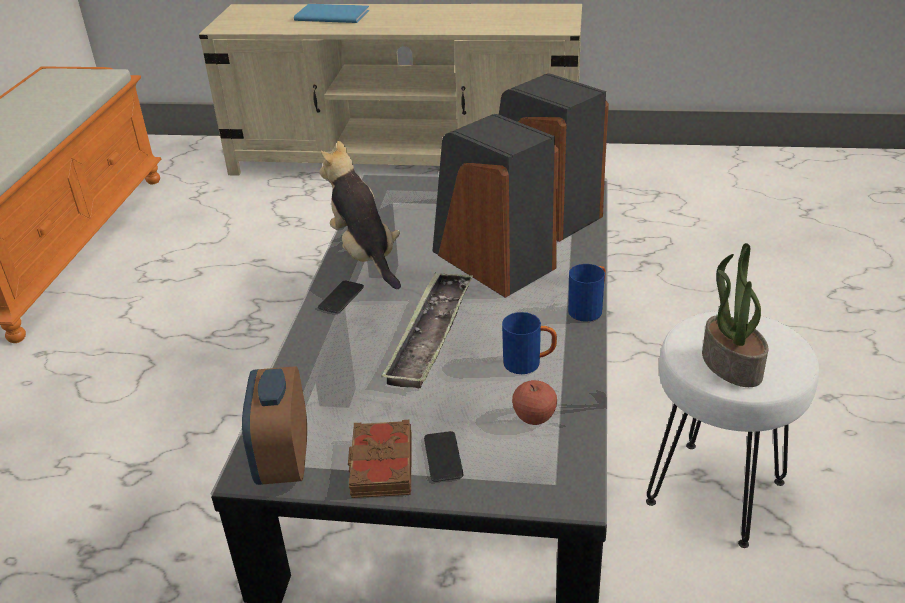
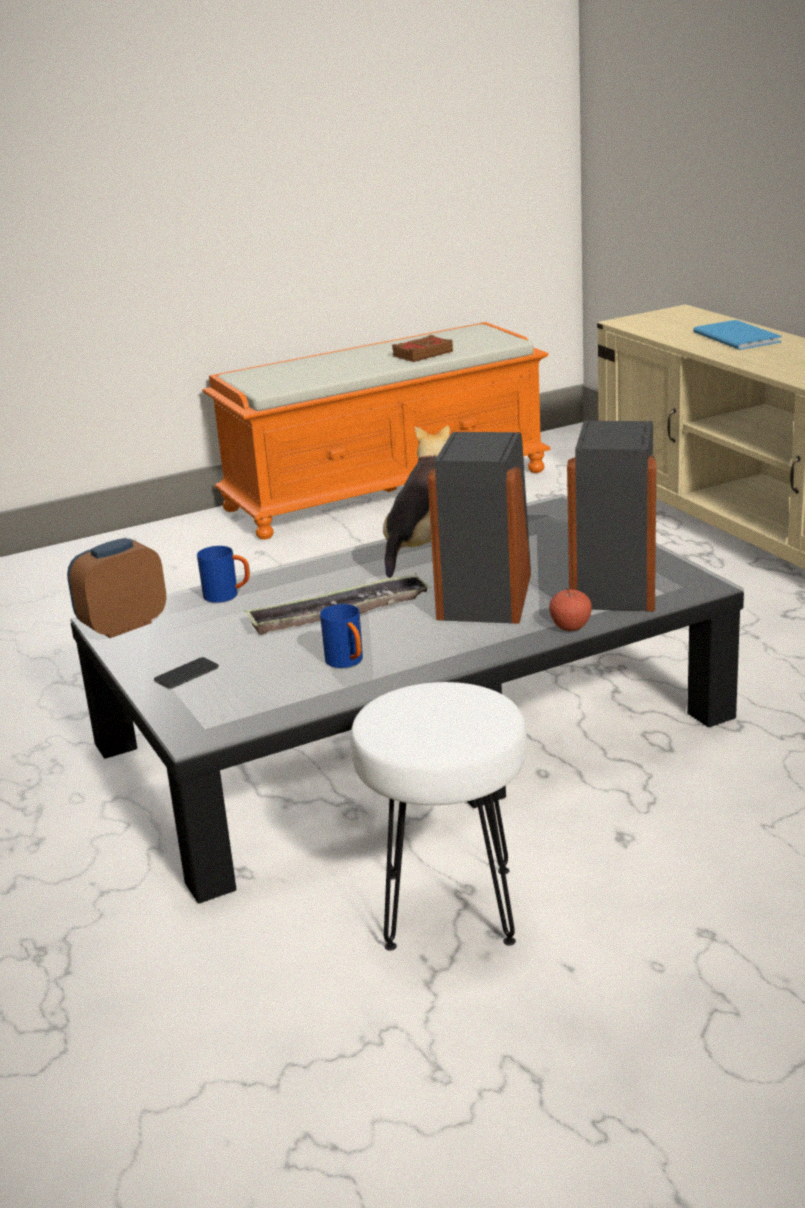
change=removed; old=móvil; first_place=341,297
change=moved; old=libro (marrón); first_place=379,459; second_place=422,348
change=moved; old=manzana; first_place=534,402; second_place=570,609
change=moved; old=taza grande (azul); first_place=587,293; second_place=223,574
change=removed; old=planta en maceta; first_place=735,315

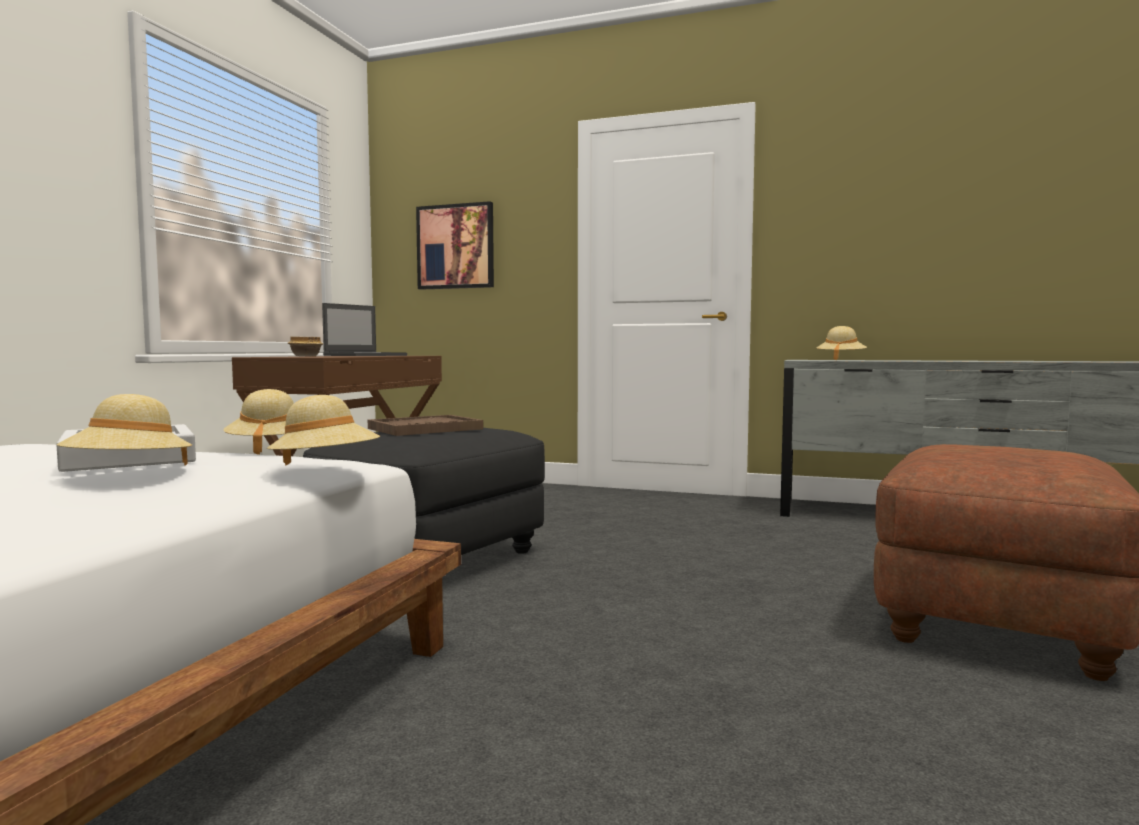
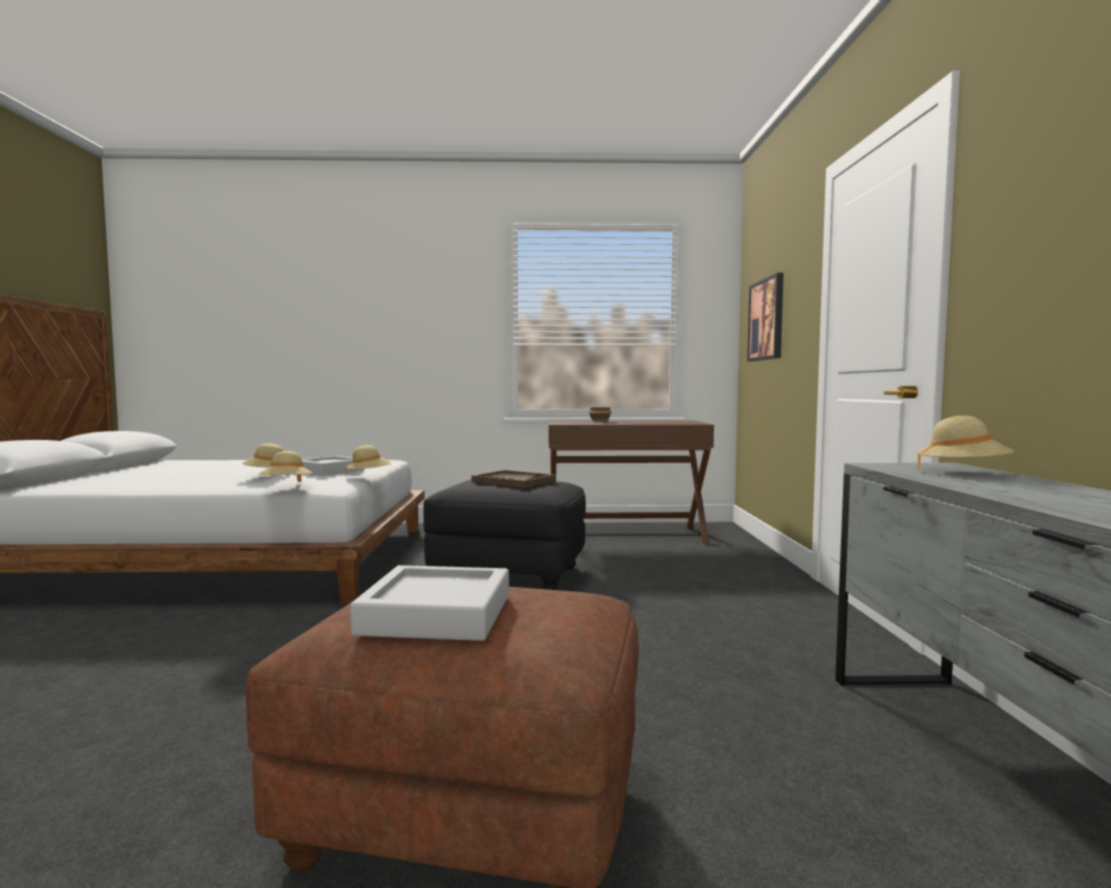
change=removed; old=portátil; first_place=364,329
change=added; new=bandeja (gris); second_place=429,603

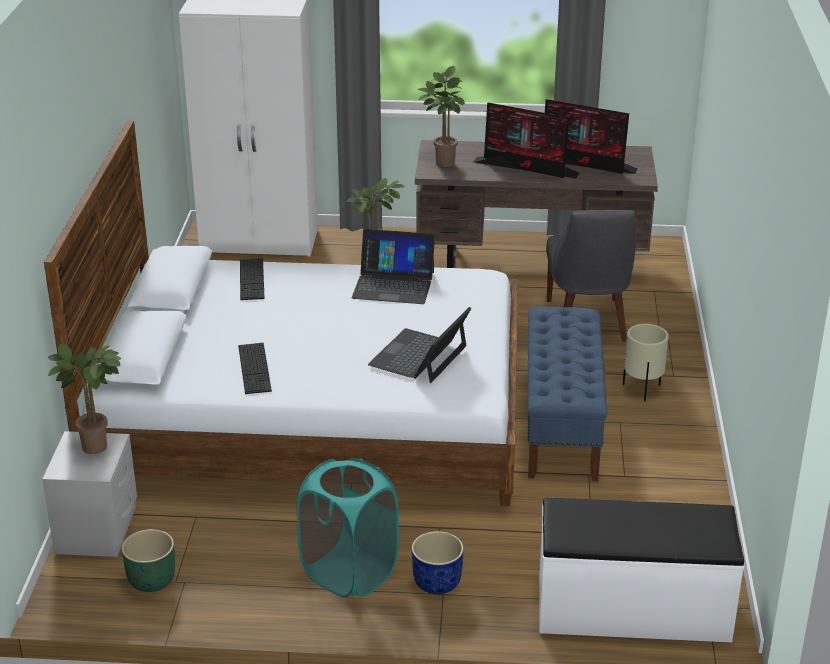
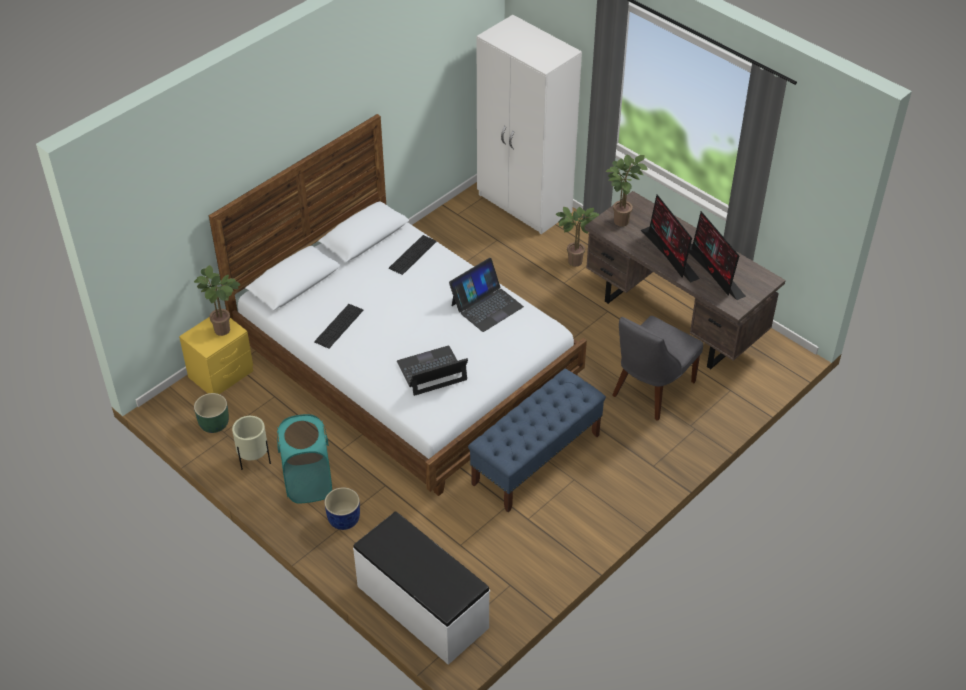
change=recoloured; old=mesita de noche (gris); new=mesita de noche (amarillo); first_place=89,494; second_place=216,355
change=turned; old=portátil; first_place=393,266; second_place=486,295; degrees=-90
change=moved; old=maceta (beis); first_place=646,362; second_place=251,443

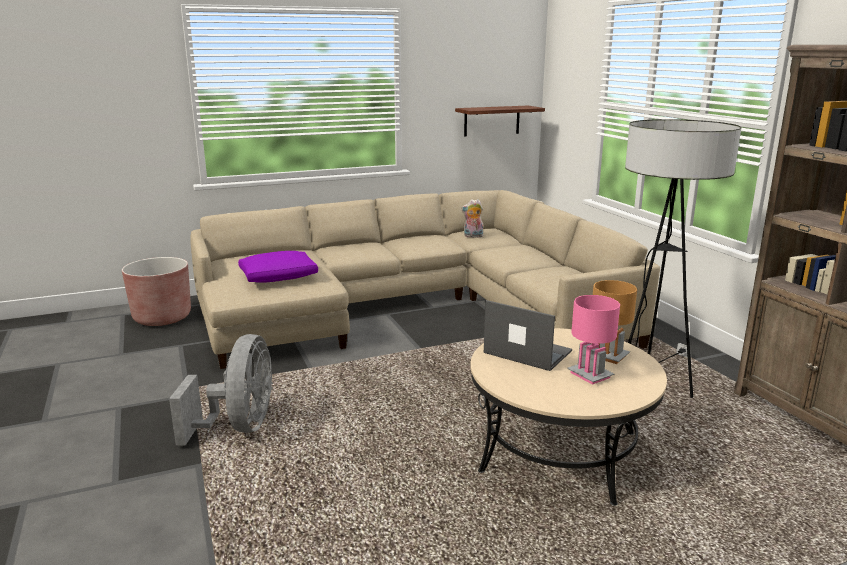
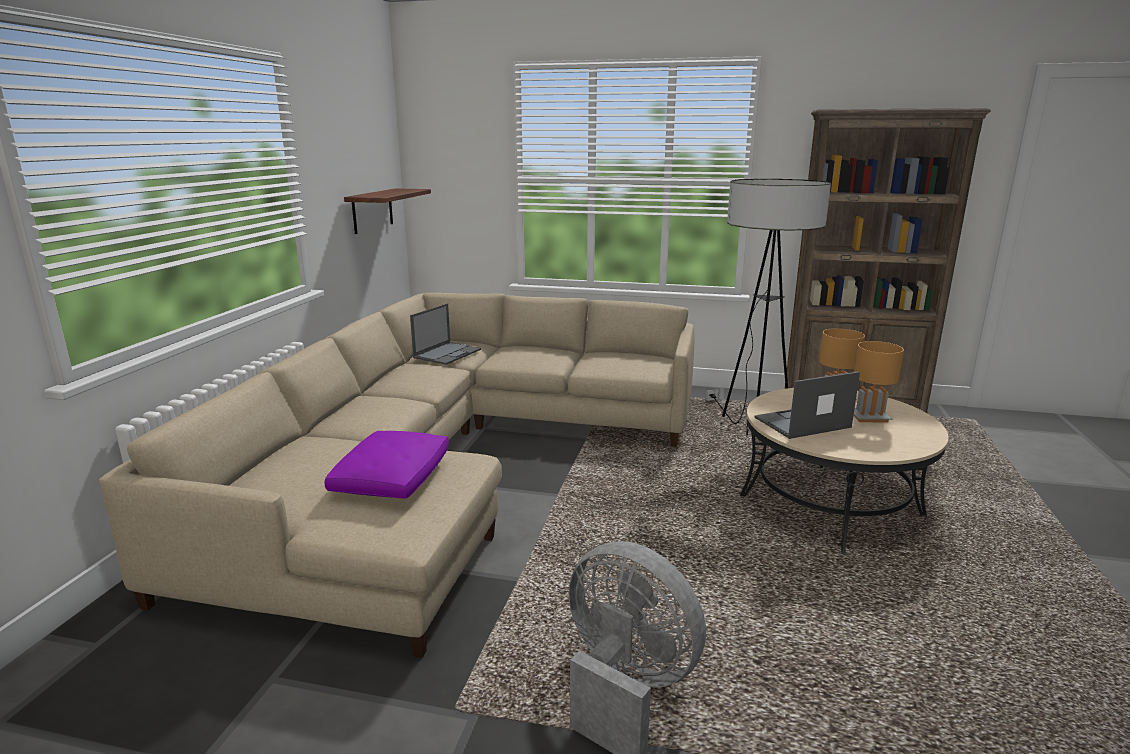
change=removed; old=maceta (marrón); first_place=156,291
change=replaced; old=peluche; new=portátil; first_place=472,218; second_place=445,334
change=recoloured; old=lámpara de mesa (rosa); new=lámpara de mesa (marrón); first_place=593,340; second_place=878,382

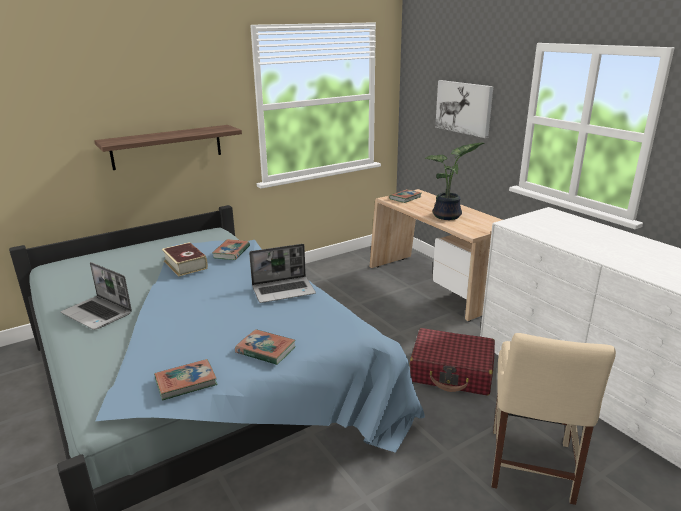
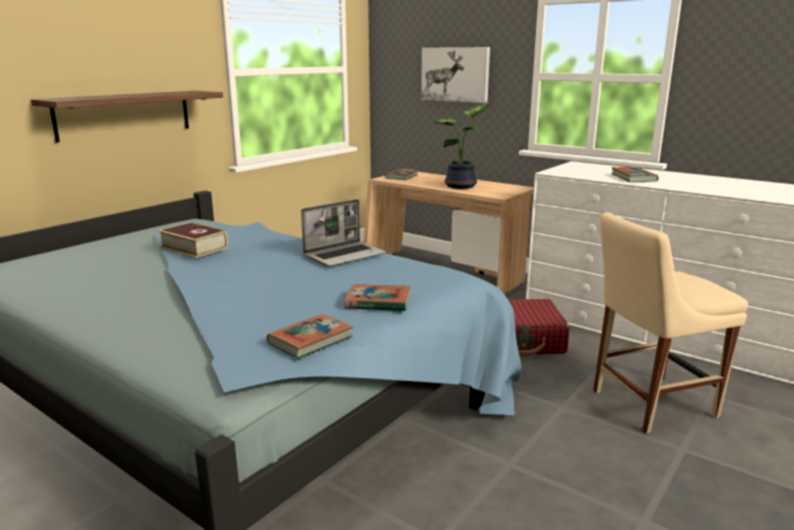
change=removed; old=portátil; first_place=96,296
change=moved; old=libro; first_place=231,249; second_place=635,174
change=turned; old=silla (beis); first_place=553,419; second_place=670,323; degrees=75

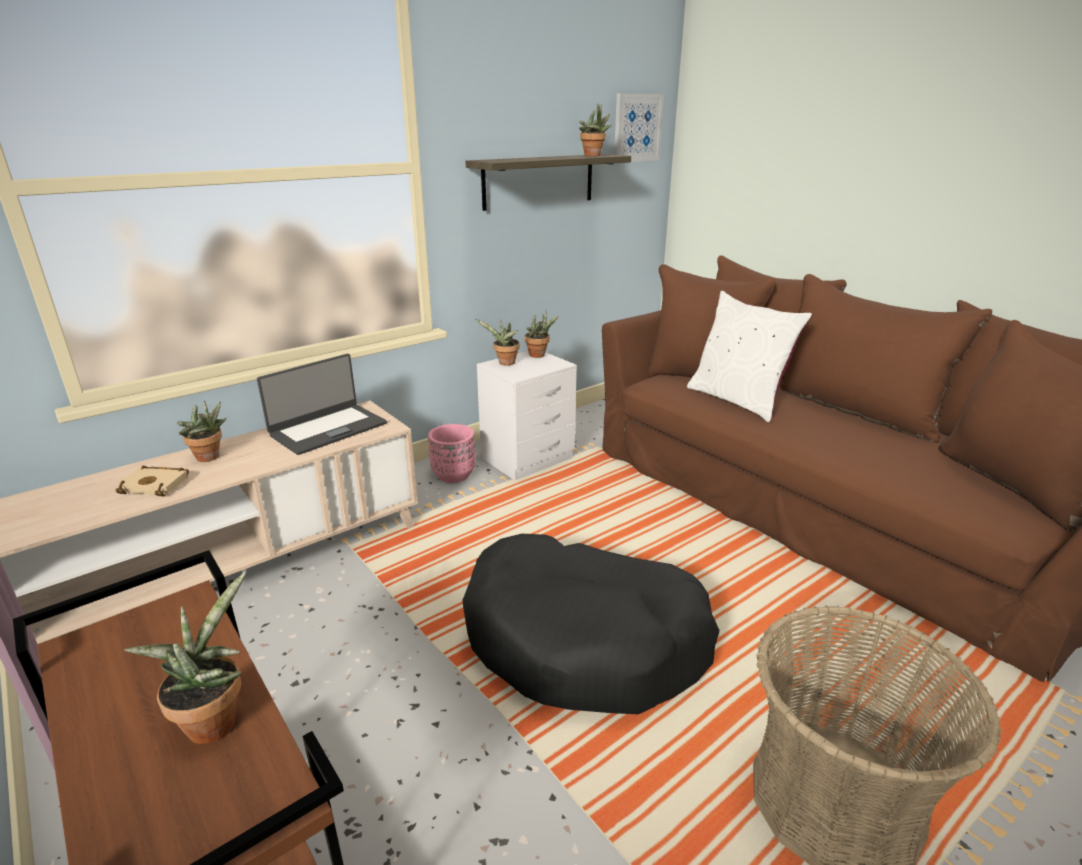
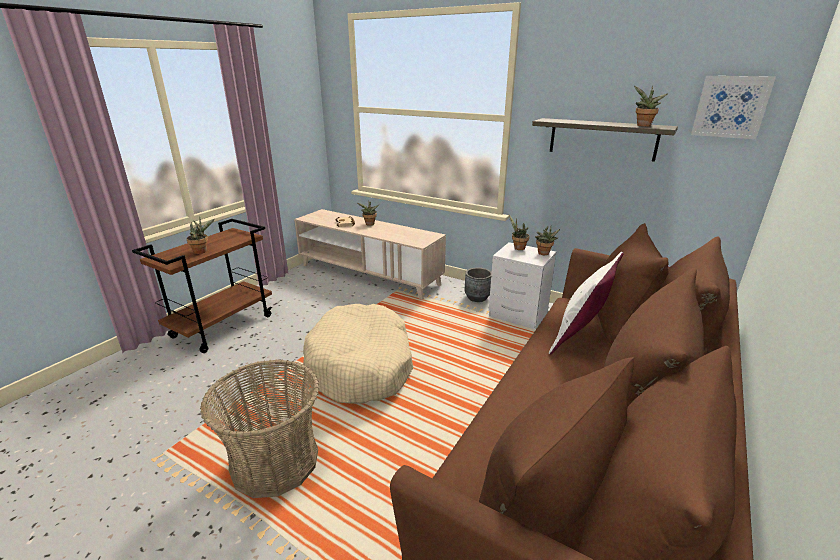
change=removed; old=portátil; first_place=322,404
change=recoloured; old=maceta (rosa); new=maceta (gris); first_place=452,453; second_place=478,285
change=recoloured; old=cama para perro (negro); new=cama para perro (beis); first_place=591,624; second_place=358,354

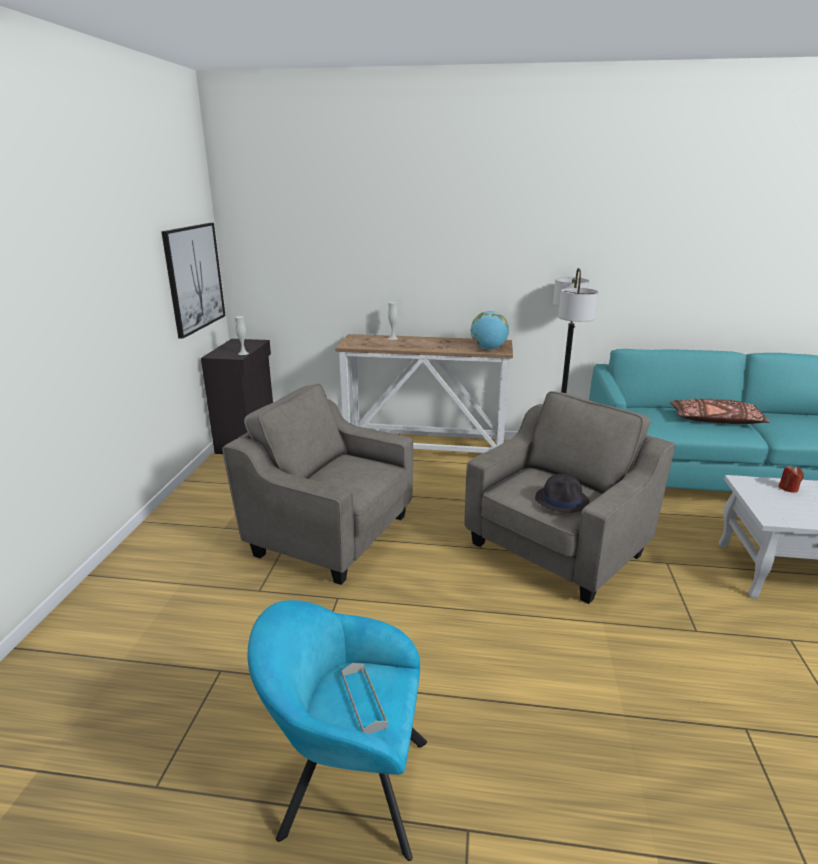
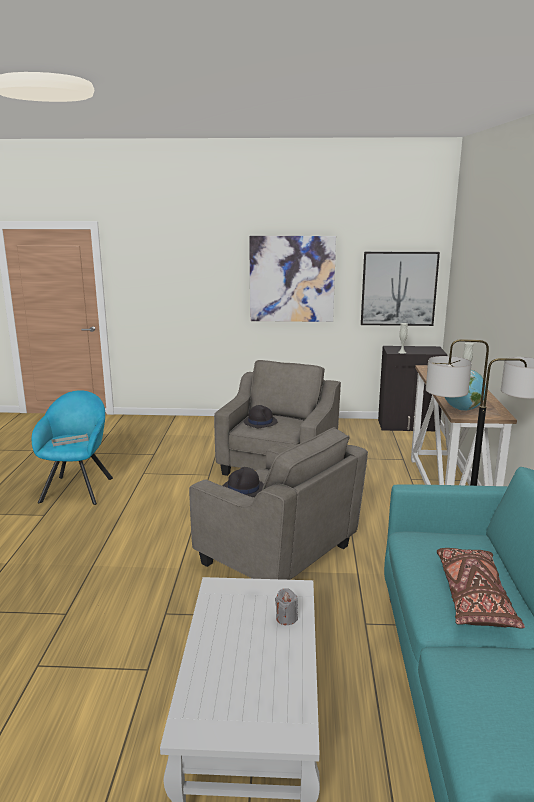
change=recoloured; old=vela (rojo); new=vela (gris); first_place=791,479; second_place=286,606
change=added; new=sombrero (negro); second_place=260,416
change=added; new=cuadro; second_place=292,279

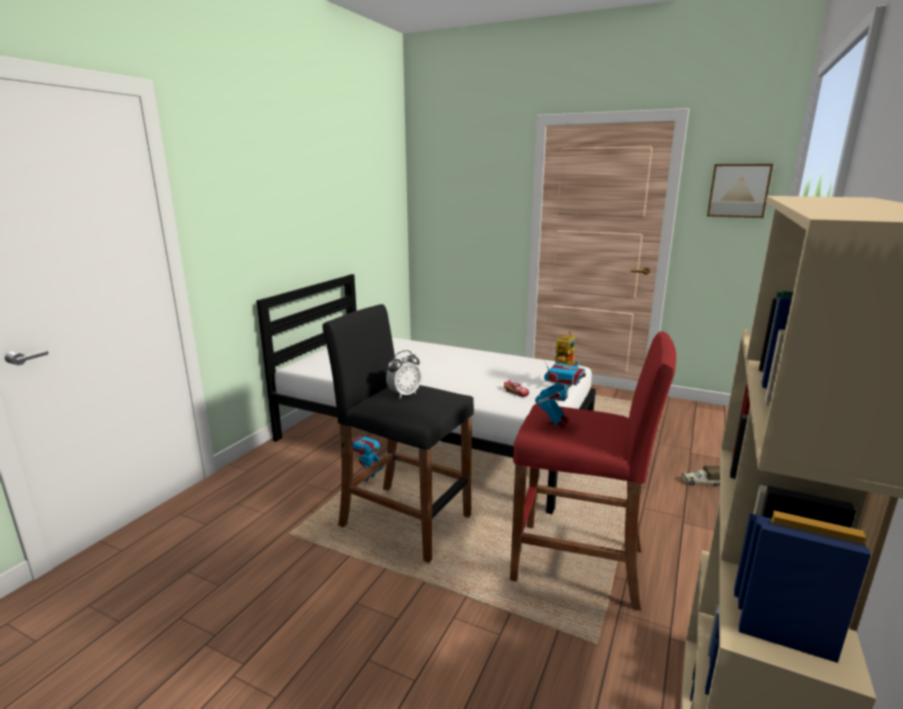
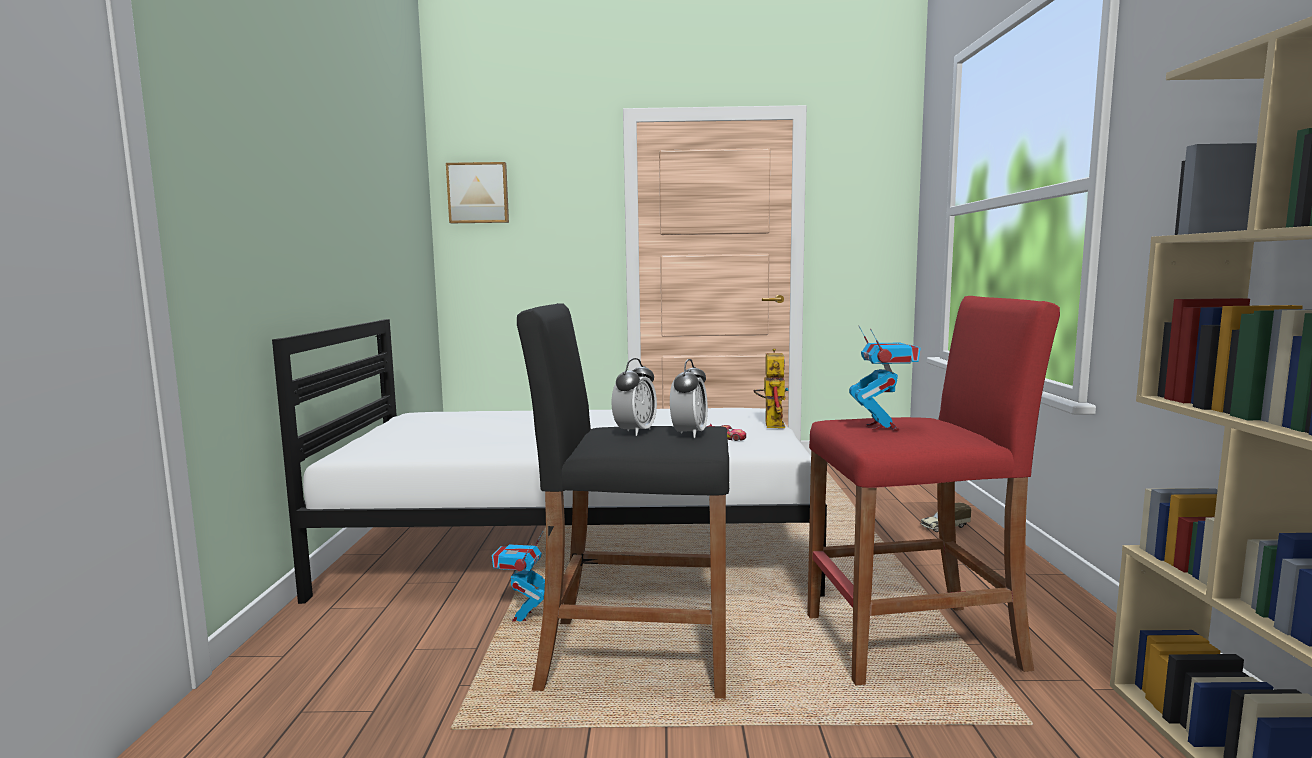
change=moved; old=cuadro; first_place=740,191; second_place=477,192
change=added; new=despertador; second_place=689,398

